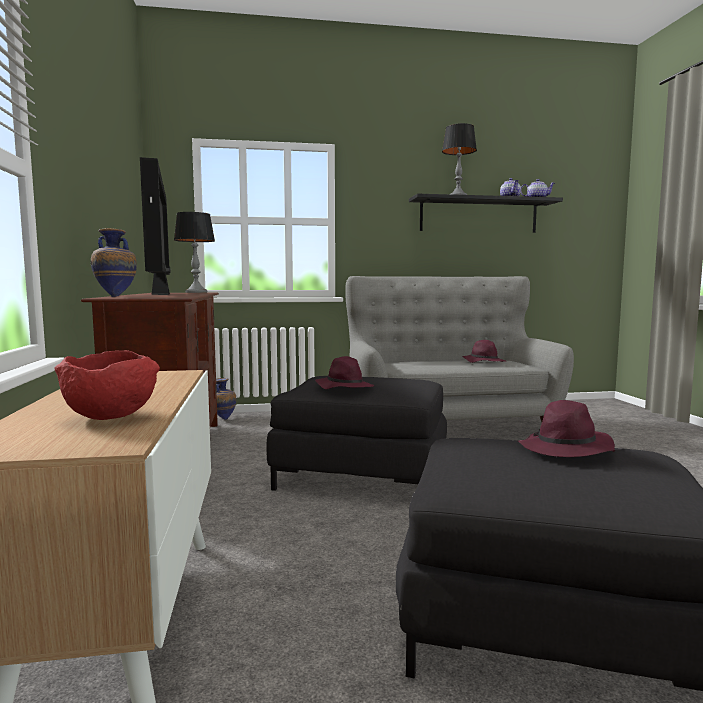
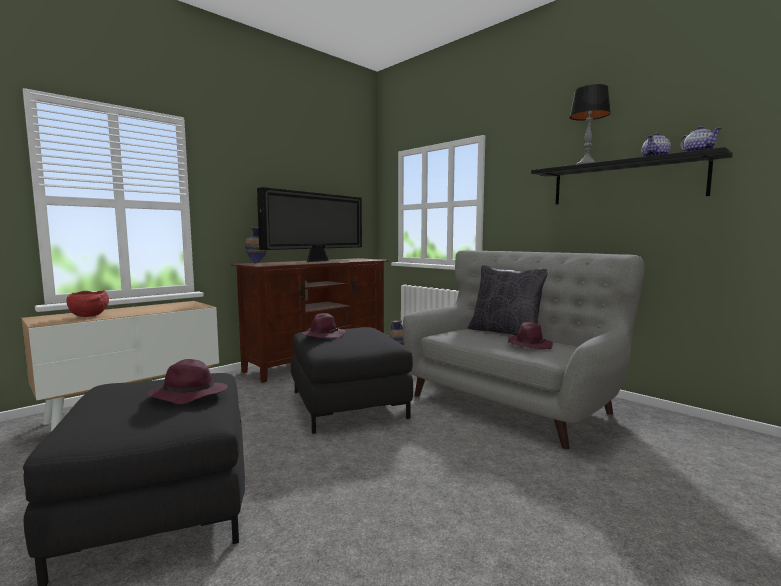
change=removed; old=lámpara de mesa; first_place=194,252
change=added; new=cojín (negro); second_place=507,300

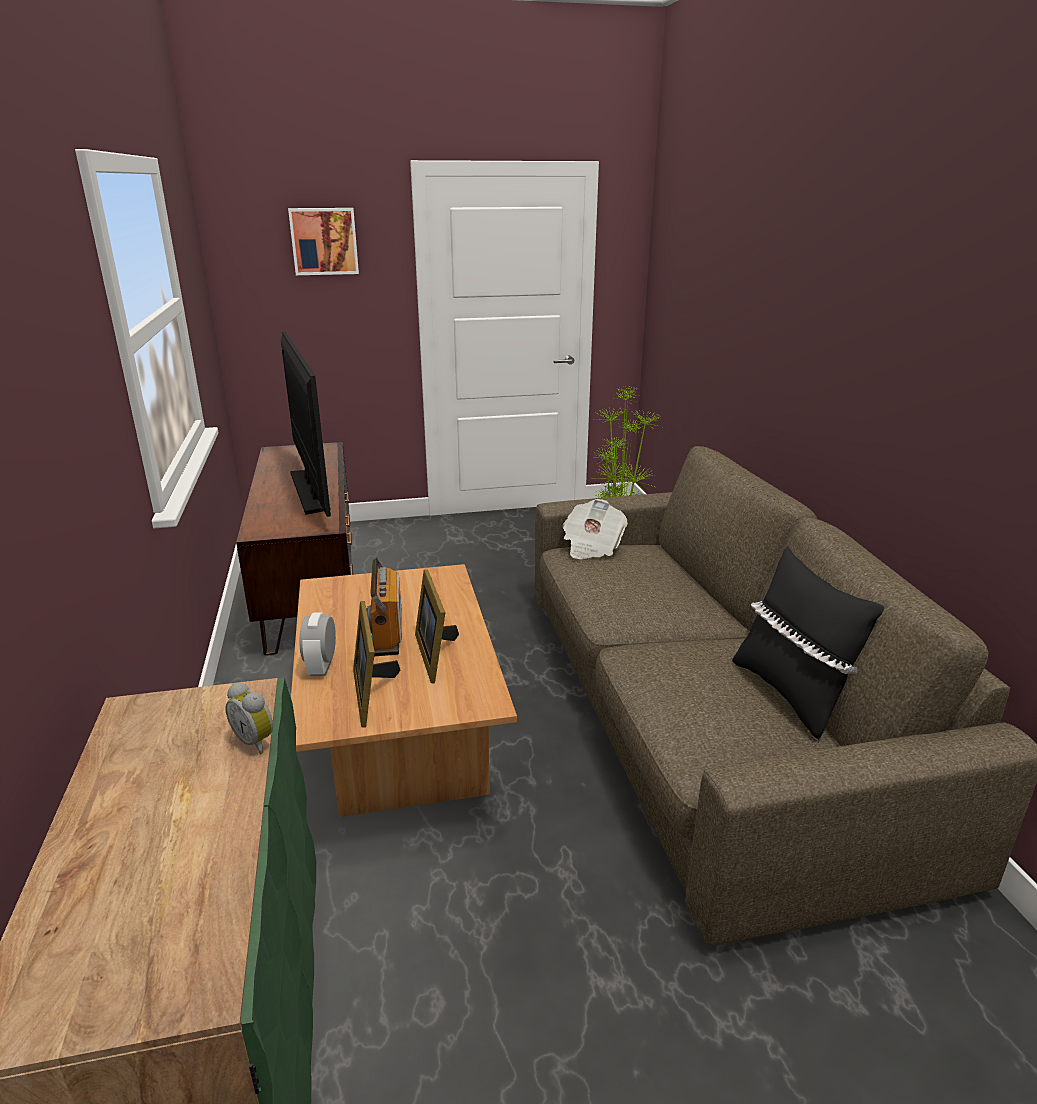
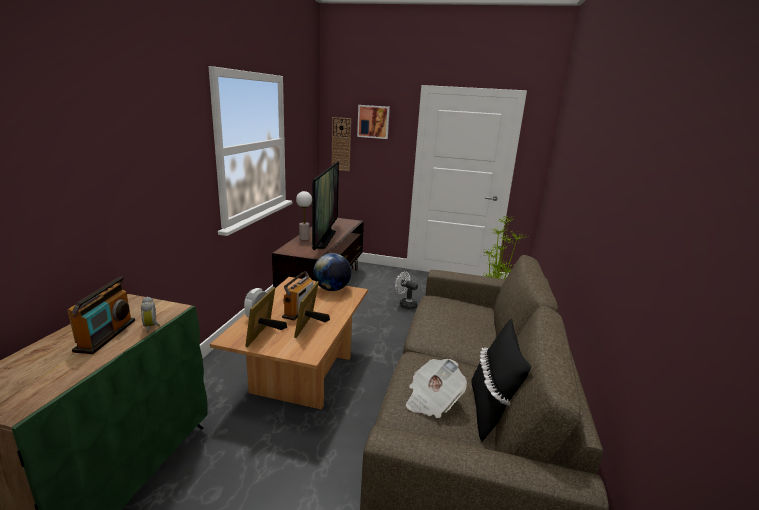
change=moved; old=periódico; first_place=595,529; second_place=436,388
change=added; new=radio; second_place=101,315
change=added; new=lámpara de mesa; second_place=304,215
change=added; new=globo terráqueo; second_place=332,272
change=added; new=reloj de pared; second_place=341,144
change=added; new=ventilador (blanco); second_place=406,290

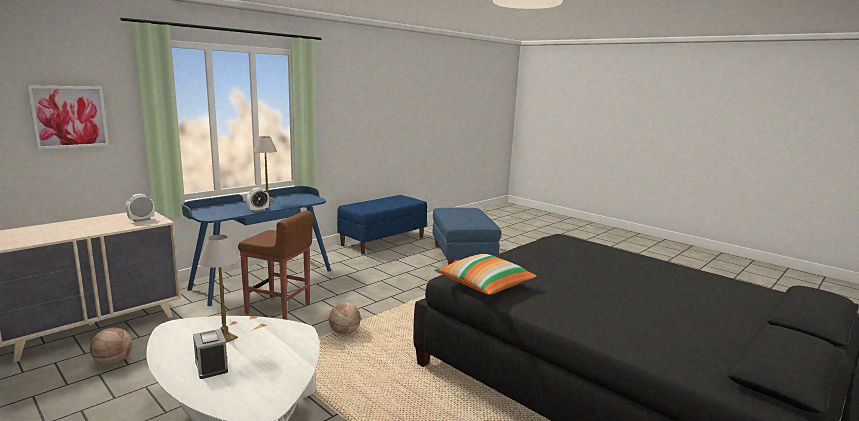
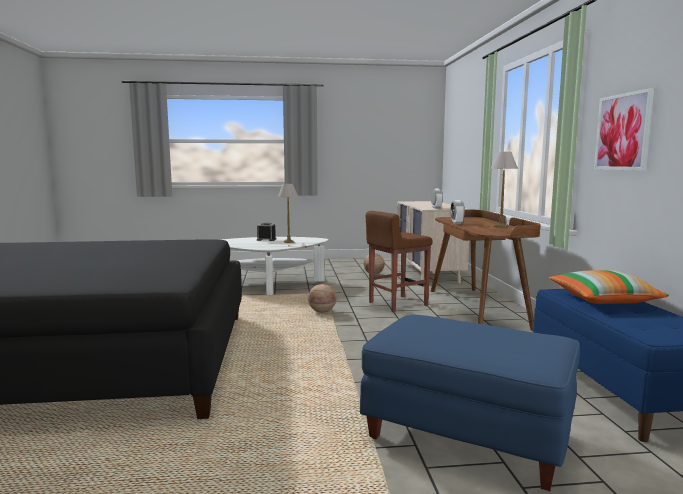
change=moved; old=cuadro; first_place=68,117; second_place=624,129
change=recoloured; old=escritorio (azul); new=escritorio (marrón); first_place=256,246; second_place=486,270
change=moved; old=cojín; first_place=485,274; second_place=609,287

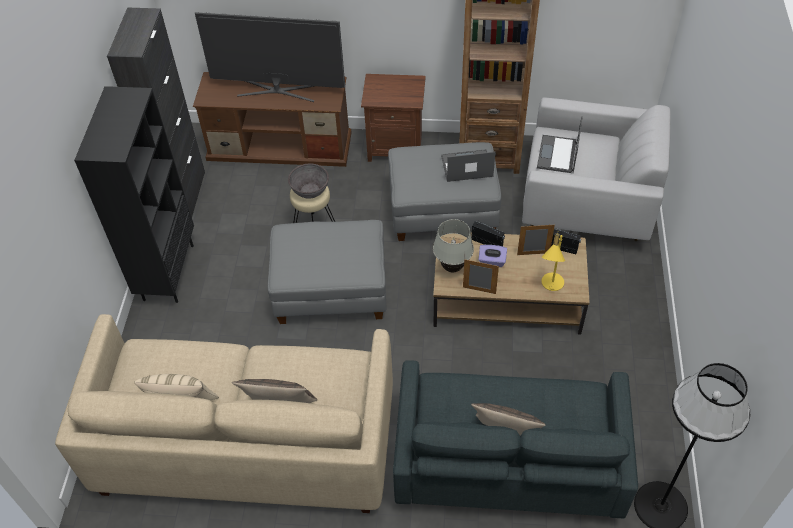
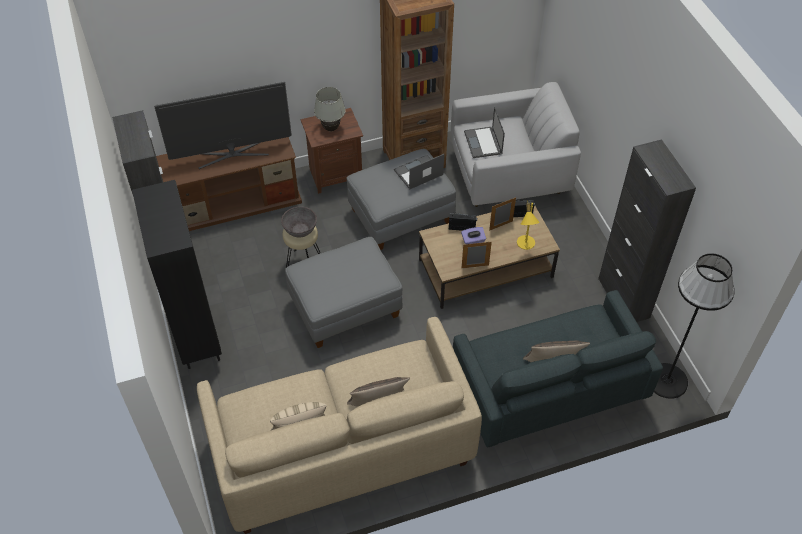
change=moved; old=lámpara de mesa (blanco); first_place=453,246; second_place=330,109
change=added; new=armario (negro); second_place=647,230

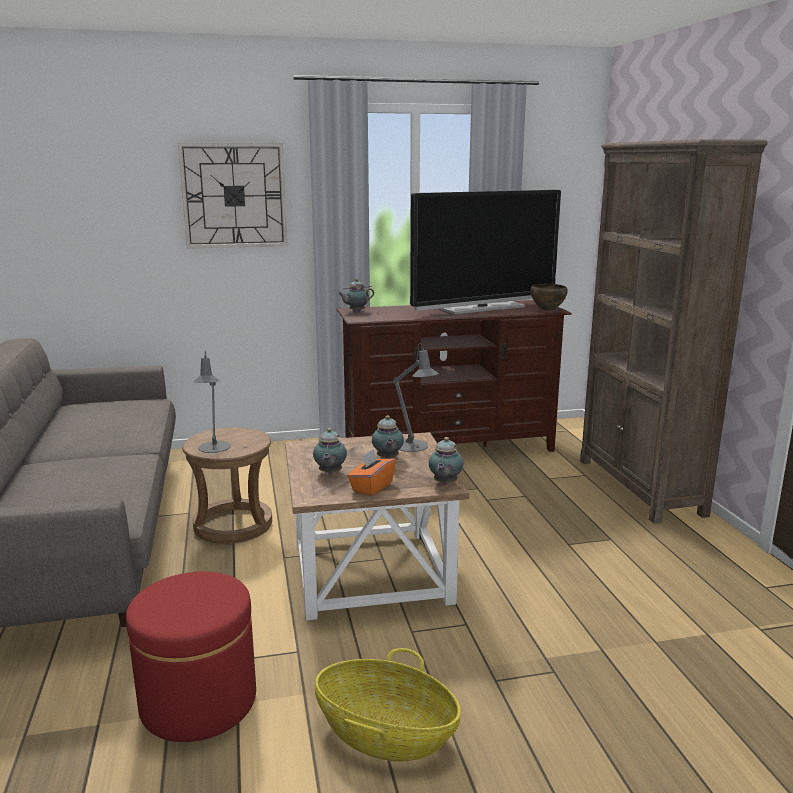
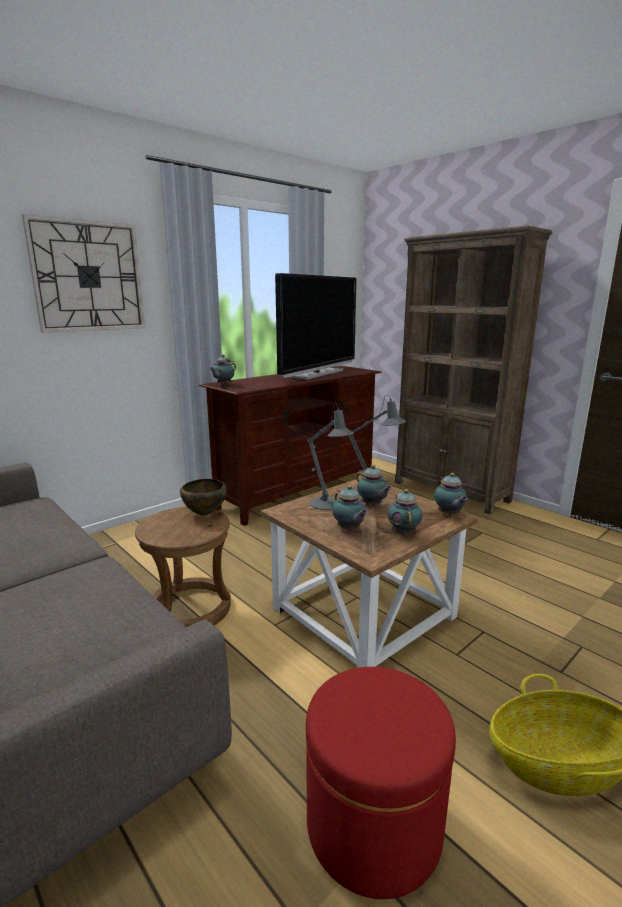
change=moved; old=lámpara de mesa (gris); first_place=212,402; second_place=330,456
change=replaced; old=caja de pañuelos (naranja); new=tetera; first_place=372,472; second_place=405,512
change=moved; old=cuenco (marrón); first_place=549,297; second_place=203,497

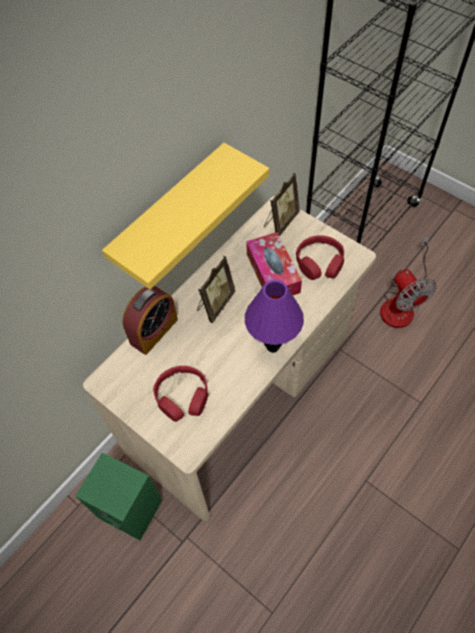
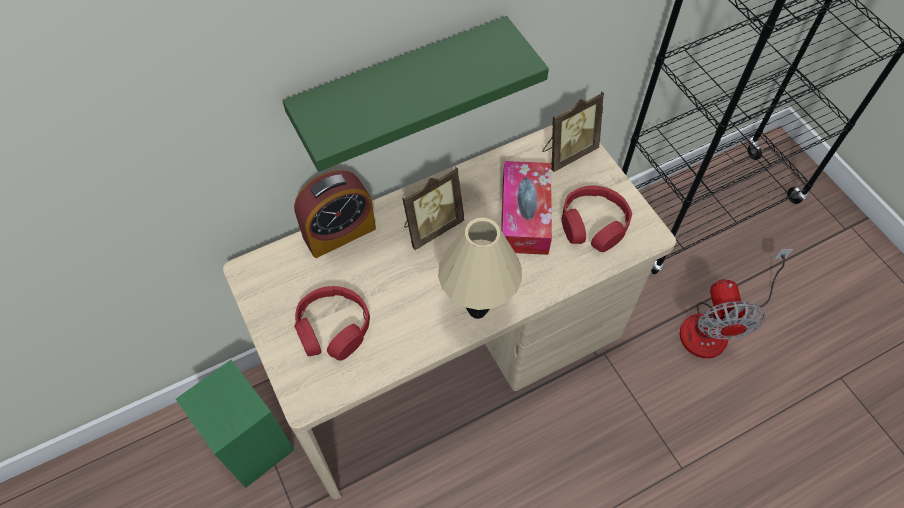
change=recoloured; old=estante (amarillo); new=estante (verde); first_place=185,216; second_place=415,94
change=recoloured; old=lámpara de mesa (morado); new=lámpara de mesa (beis); first_place=274,316; second_place=480,268

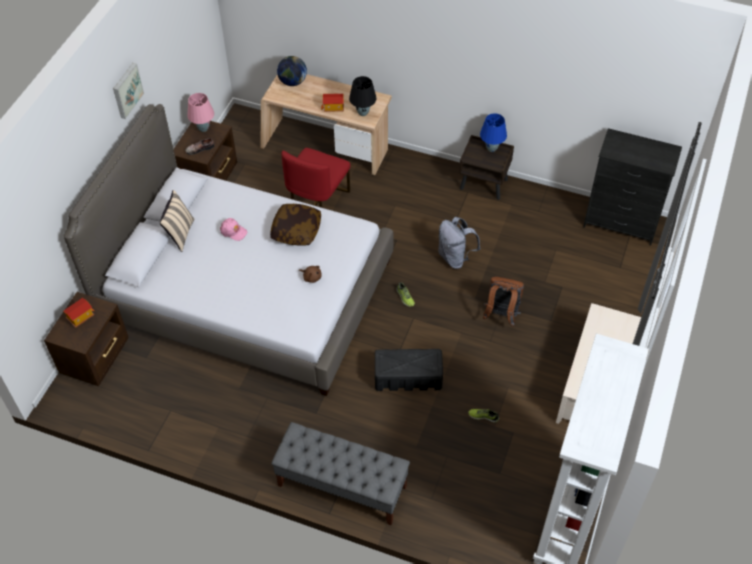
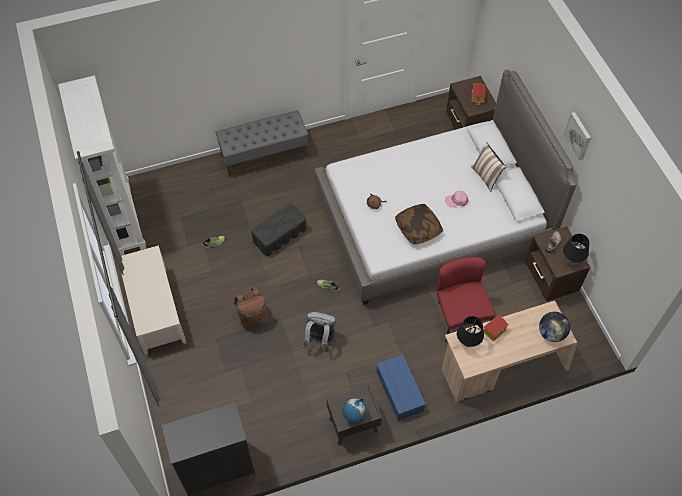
change=recoloured; old=lámpara de mesa (rosa); new=lámpara de mesa (negro); first_place=200,112; second_place=576,249
change=replaced; old=lámpara de mesa (azul); new=globo terráqueo; first_place=493,132; second_place=354,410
change=added; new=caja de almacenaje (azul); second_place=401,387

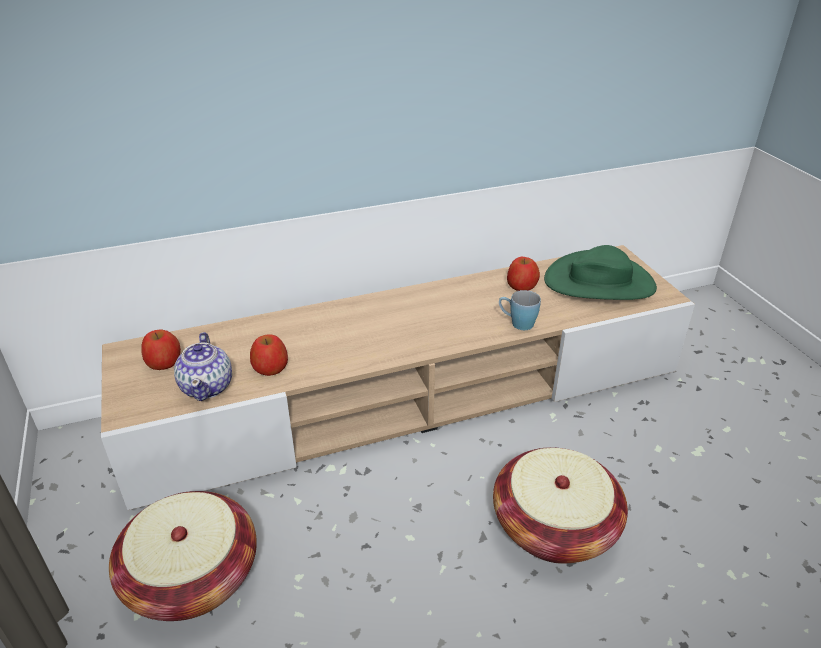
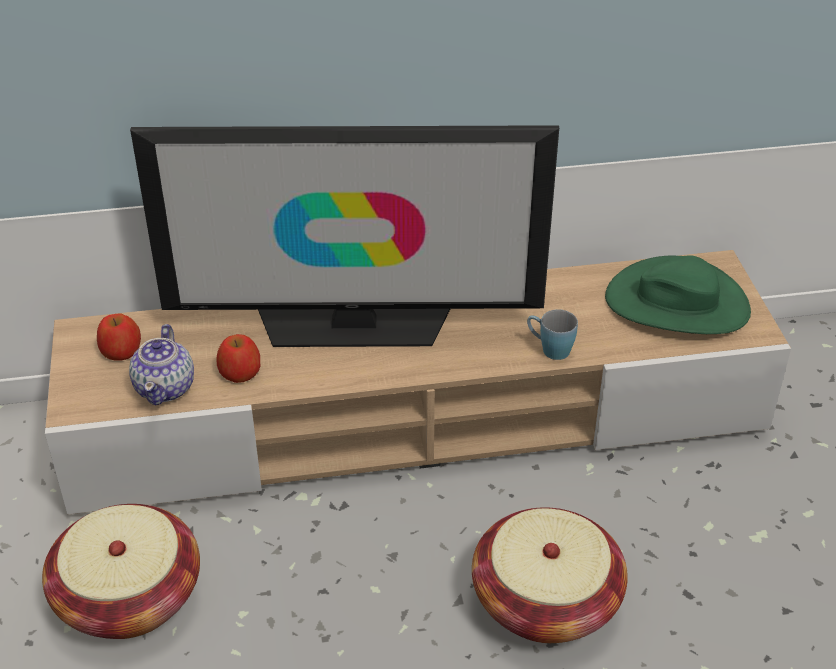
change=removed; old=manzana; first_place=523,274
change=added; new=televisor; second_place=344,236

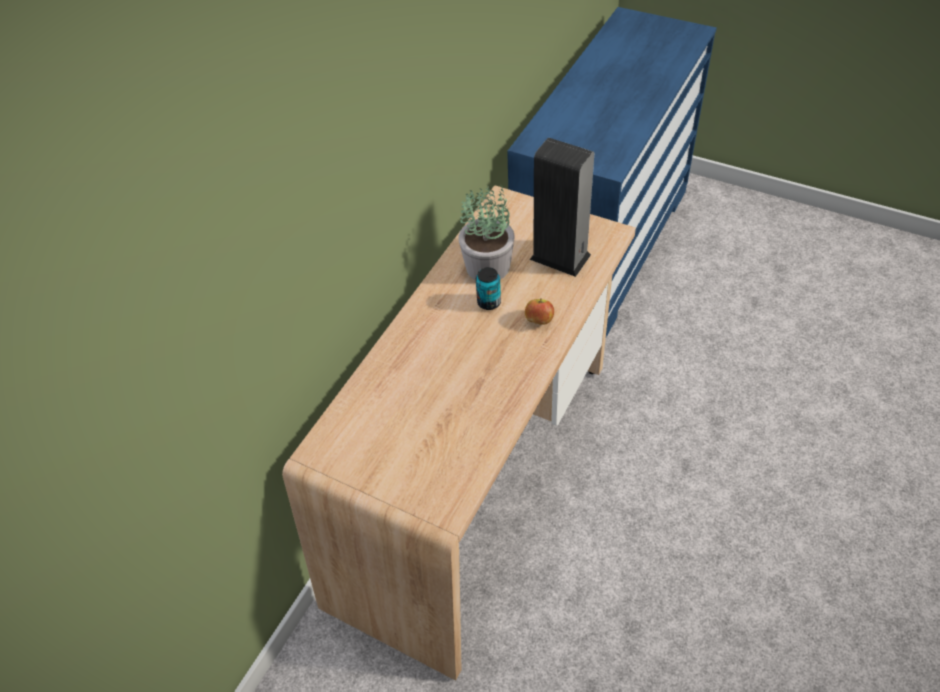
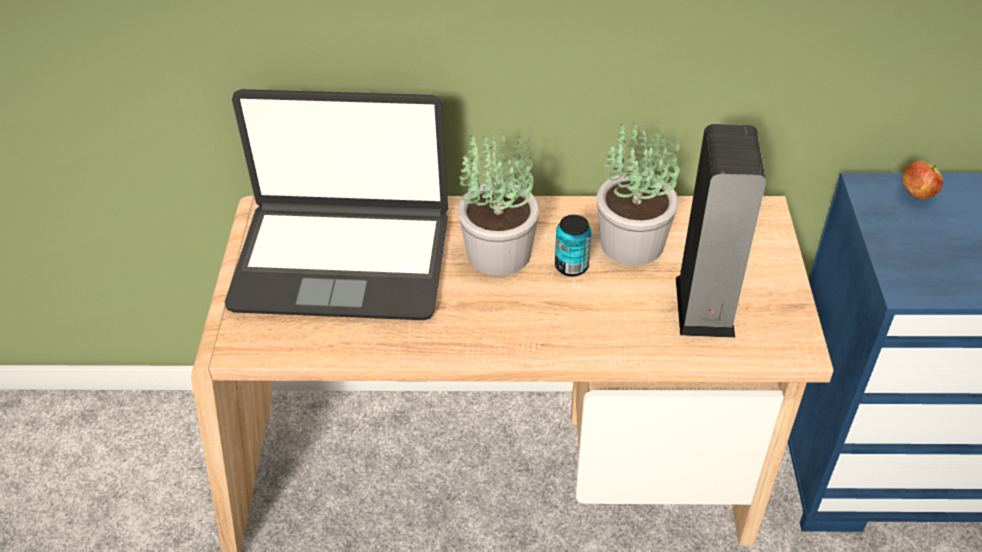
change=moved; old=manzana; first_place=539,311; second_place=923,179
change=added; new=portátil; second_place=336,204
change=added; new=planta en maceta; second_place=499,202

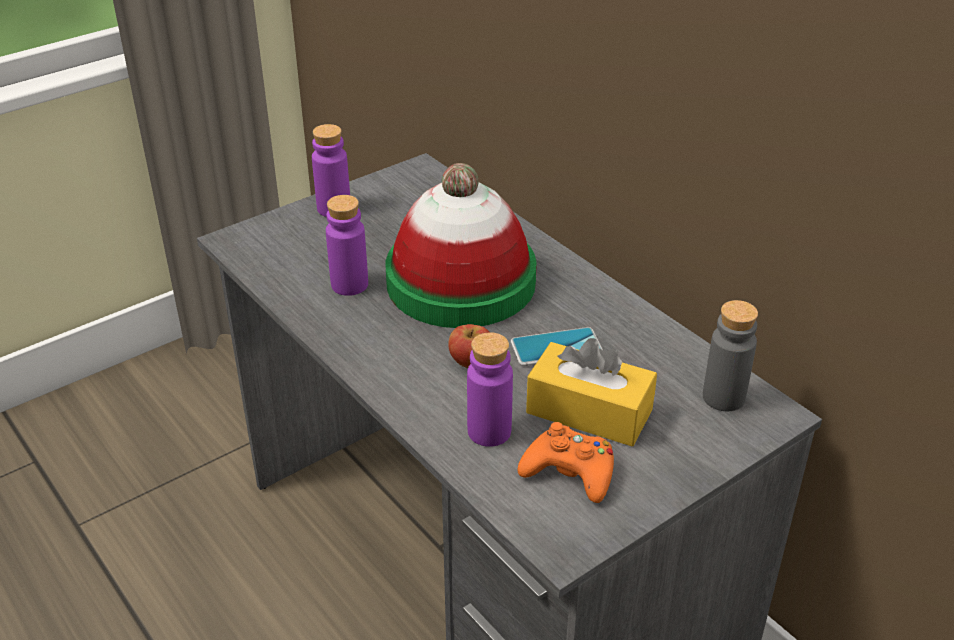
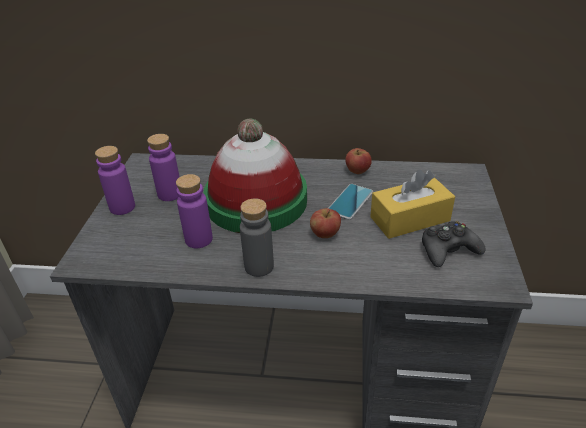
change=moved; old=botella (morado); first_place=490,389; second_place=163,167
change=recoloured; old=mando de consola (naranja); new=mando de consola (negro); first_place=566,462; second_place=453,244
change=moved; old=botella (gris); first_place=730,355; second_place=257,237
change=added; new=manzana; second_place=358,161

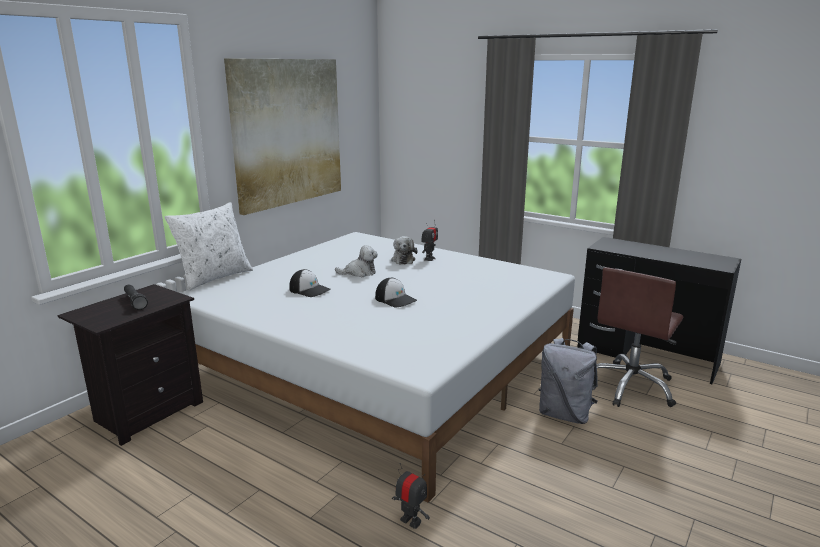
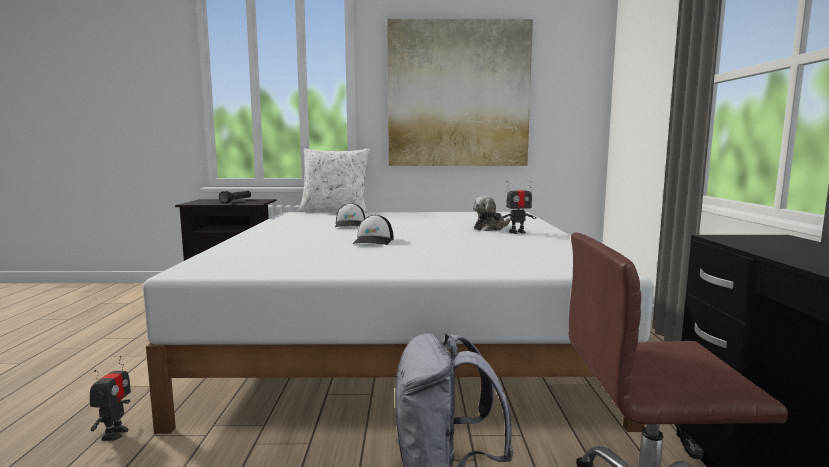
change=removed; old=peluche; first_place=356,261

